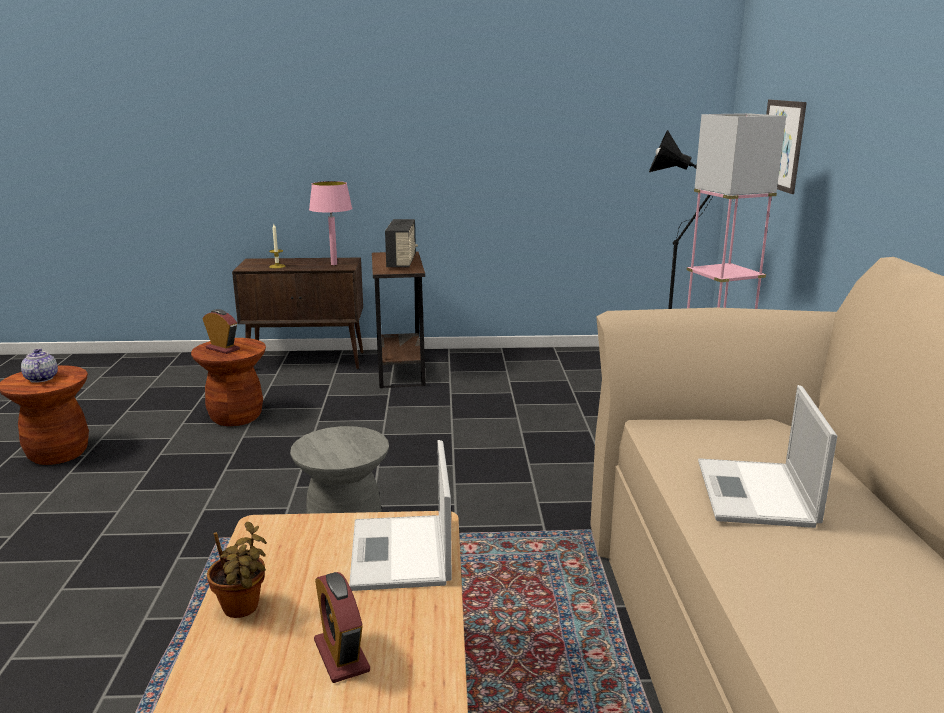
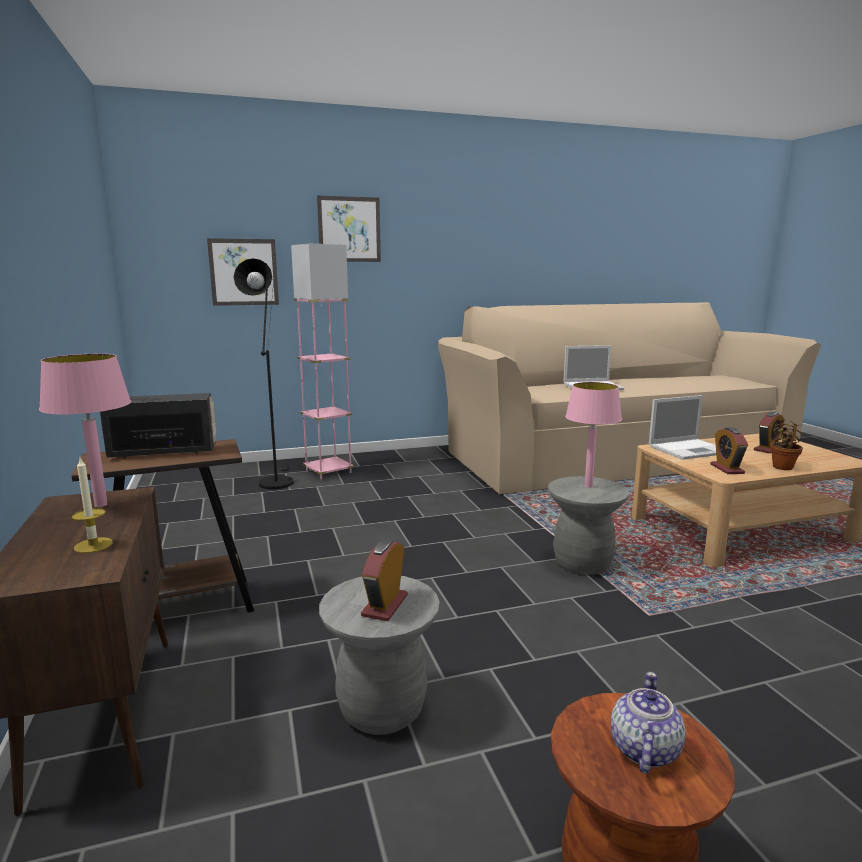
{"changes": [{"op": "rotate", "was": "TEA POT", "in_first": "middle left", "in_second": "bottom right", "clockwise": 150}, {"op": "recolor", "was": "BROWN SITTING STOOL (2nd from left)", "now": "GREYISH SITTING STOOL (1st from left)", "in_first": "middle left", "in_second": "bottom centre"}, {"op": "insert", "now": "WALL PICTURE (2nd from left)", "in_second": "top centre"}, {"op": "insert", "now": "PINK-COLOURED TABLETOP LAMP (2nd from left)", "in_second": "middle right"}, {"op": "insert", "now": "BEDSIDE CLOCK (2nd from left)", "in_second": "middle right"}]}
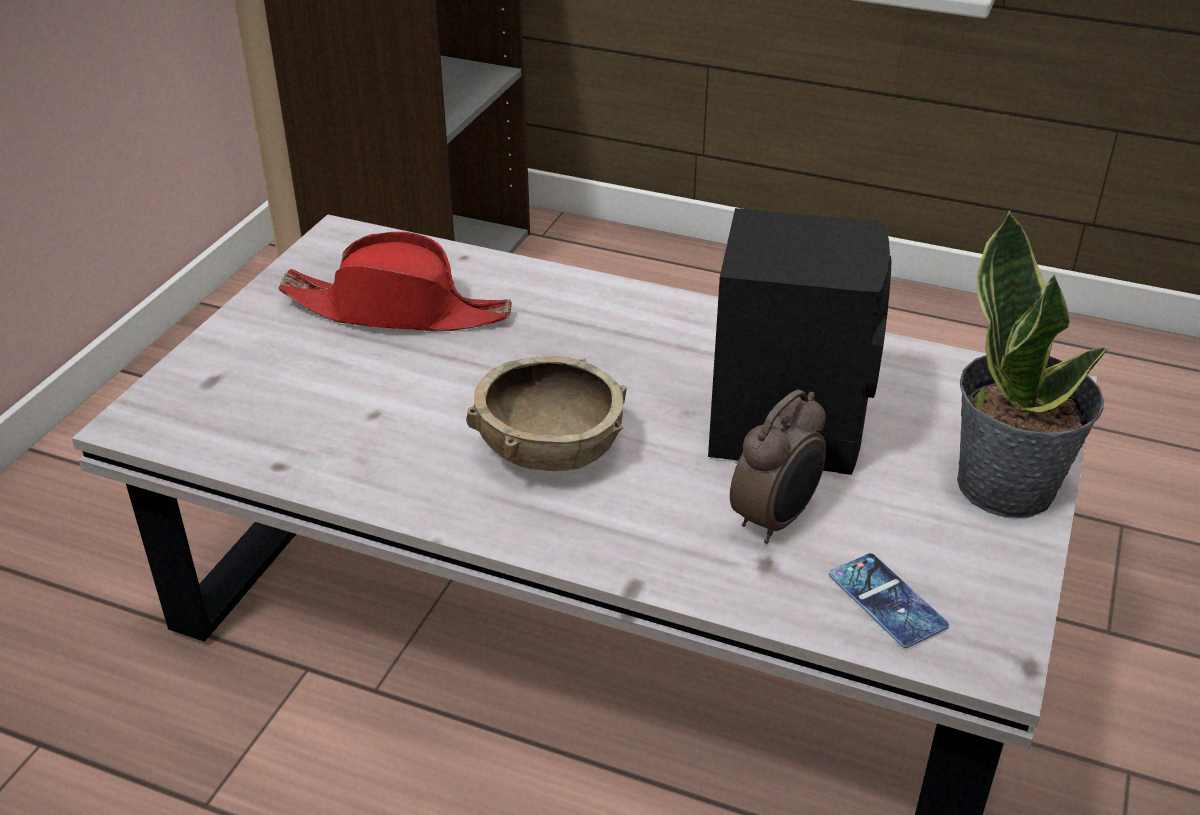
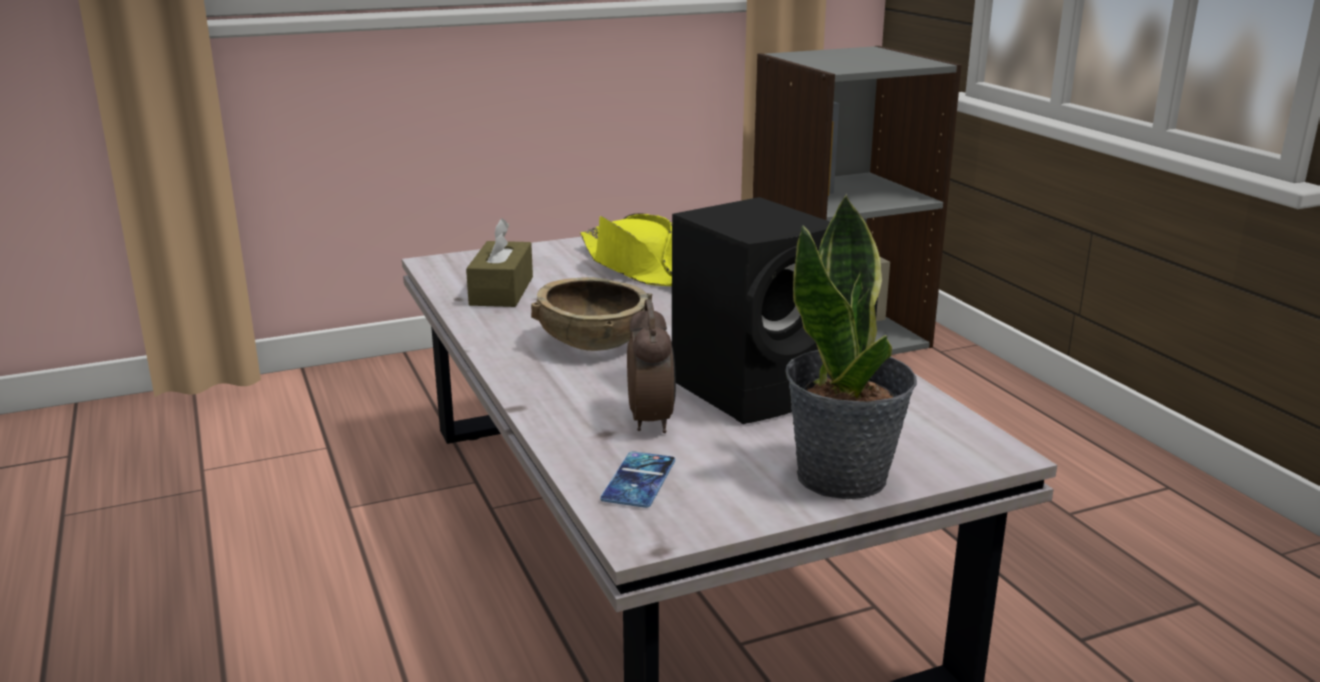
{"changes": [{"op": "recolor", "was": "RED HAT", "now": "YELLOWISH HAT", "in_first": "middle left", "in_second": "centre"}, {"op": "rotate", "was": "BEDSIDE CLOCK", "in_first": "centre", "in_second": "centre", "clockwise": -90}, {"op": "insert", "now": "BROWN TISSUE BOX", "in_second": "centre"}]}
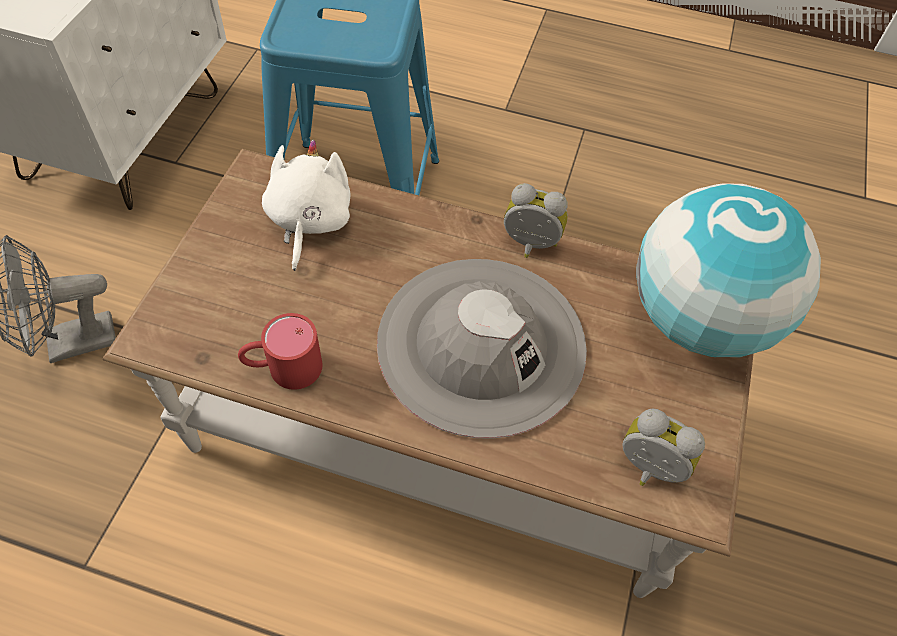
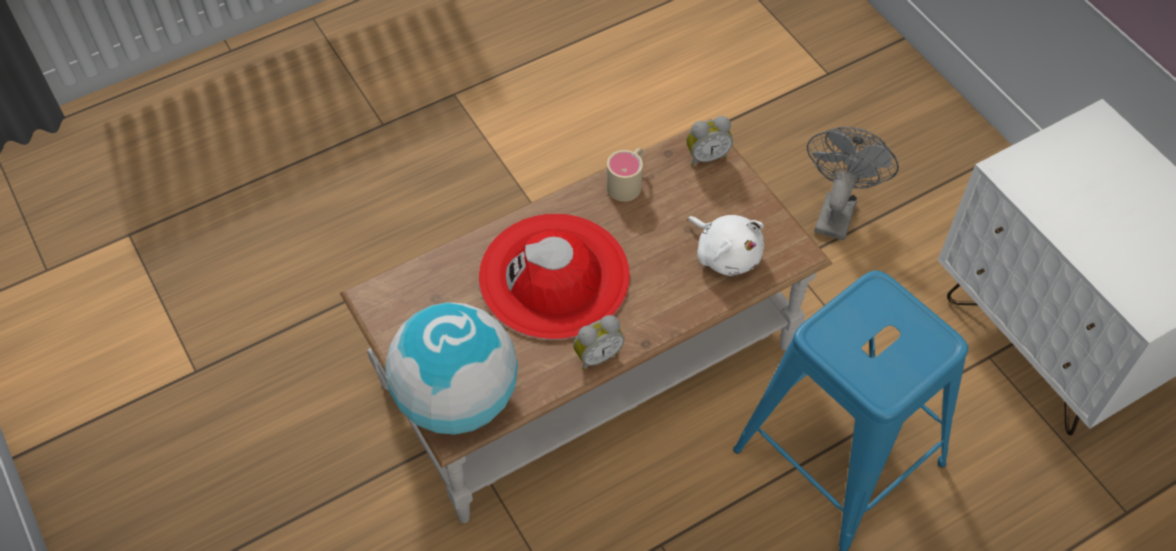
{"changes": [{"op": "recolor", "was": "RED COFFEE MUG", "now": "BEIGE COFFEE MUG", "in_first": "middle left", "in_second": "top centre"}, {"op": "recolor", "was": "GREYISH HAT", "now": "RED HAT", "in_first": "centre", "in_second": "centre"}, {"op": "move", "was": "BEDSIDE CLOCK (2nd from left)", "in_first": "bottom right", "in_second": "top centre"}]}
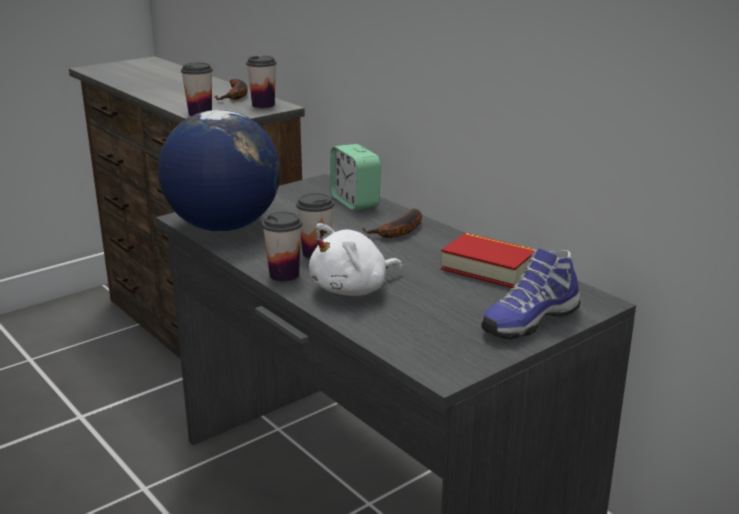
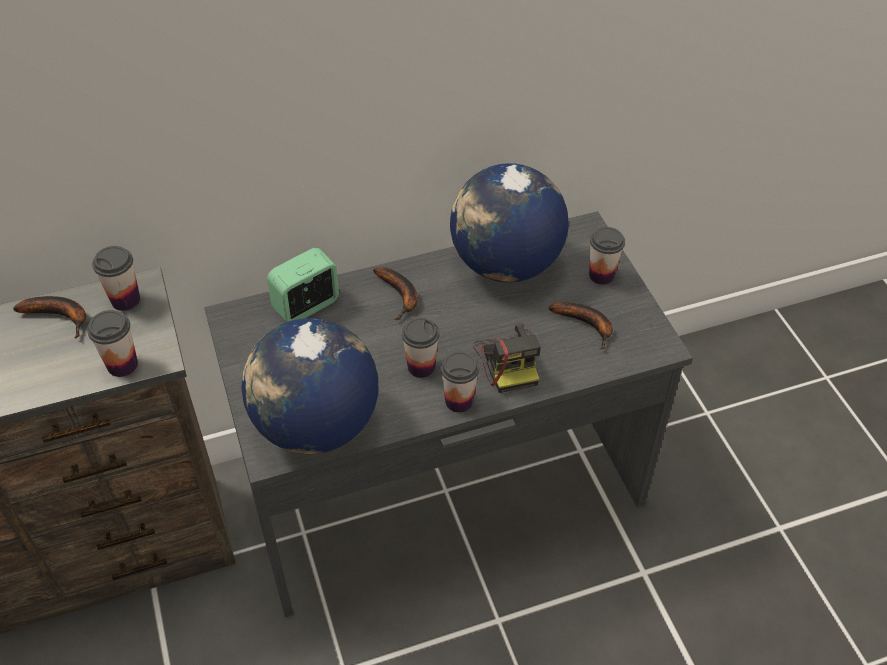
{"changes": [{"op": "replace", "was": "WHITE CUDDLY TOY", "now": "STILL CAMERA", "in_first": "centre", "in_second": "centre"}, {"op": "rotate", "was": "BEDSIDE CLOCK", "in_first": "centre", "in_second": "centre", "clockwise": 150}, {"op": "replace", "was": "BOUND BOOK", "now": "GLOBE (2nd from left)", "in_first": "centre", "in_second": "centre"}, {"op": "replace", "was": "SHOE", "now": "SMALL CUP (5th from left)", "in_first": "middle right", "in_second": "middle right"}, {"op": "insert", "now": "BANANA FRUIT (3rd from left)", "in_second": "centre"}]}
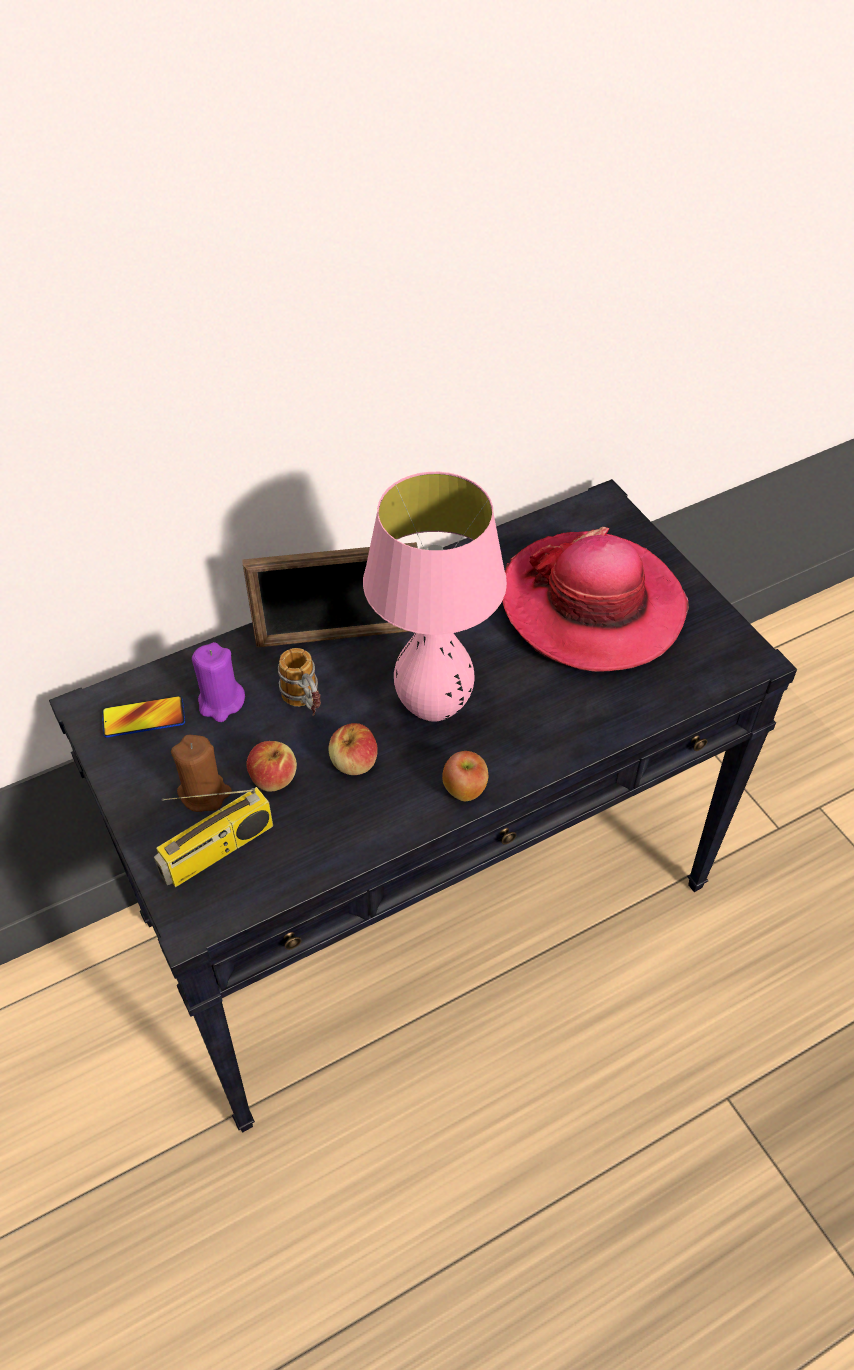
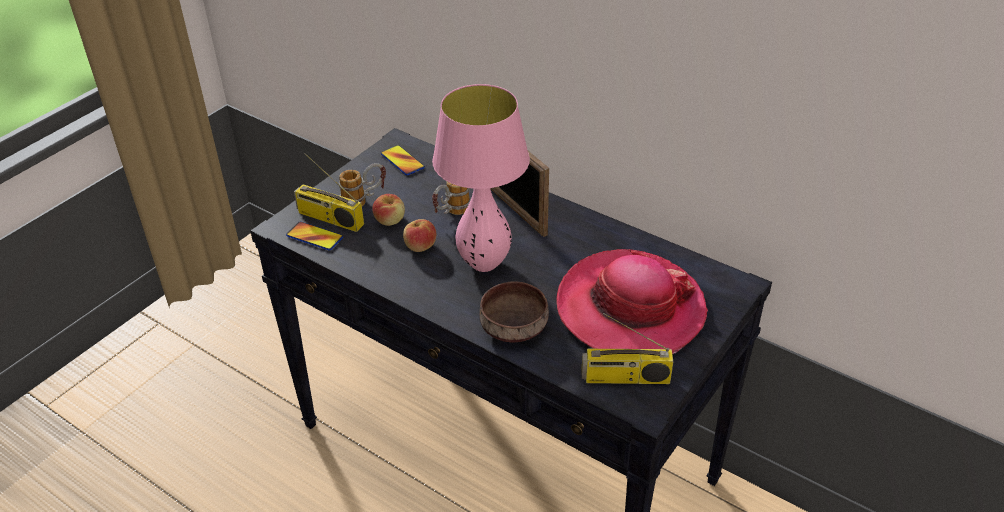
{"changes": [{"op": "replace", "was": "BROWN WAX CANDLE", "now": "COFFEE MUG (1st from left)", "in_first": "middle left", "in_second": "centre"}, {"op": "delete", "was": "PURPLE WAX CANDLE", "in_first": "middle left"}, {"op": "delete", "was": "APPLE (3rd from left)", "in_first": "centre"}, {"op": "insert", "now": "PHONE (1st from left)", "in_second": "middle left"}, {"op": "insert", "now": "BROWN BOWL", "in_second": "centre"}, {"op": "insert", "now": "RADIO RECEIVER (2nd from left)", "in_second": "bottom centre"}]}
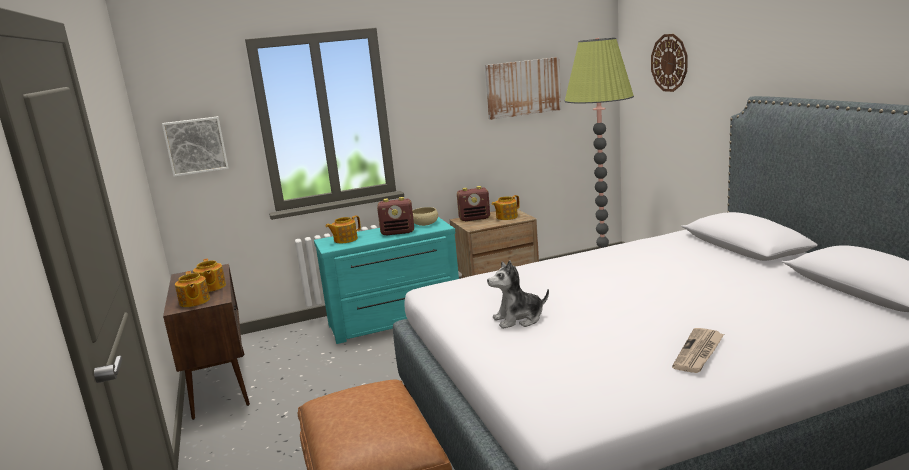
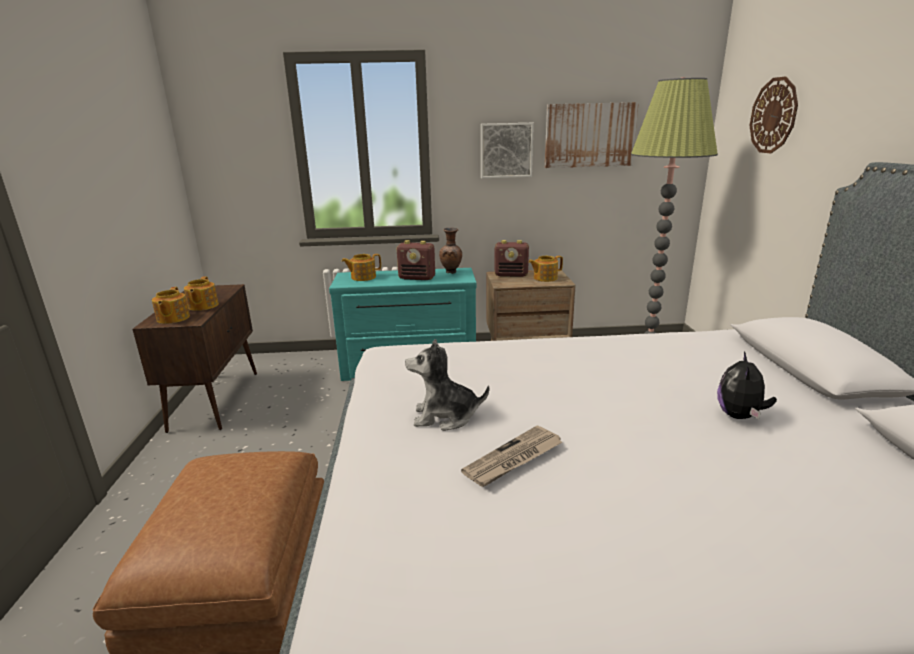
{"changes": [{"op": "move", "was": "WALL PICTURE (1st from left)", "in_first": "top left", "in_second": "top centre"}, {"op": "replace", "was": "BEIGE BOWL", "now": "BROWN FLOWER VASE", "in_first": "centre", "in_second": "centre"}, {"op": "move", "was": "NEWSPAPER", "in_first": "bottom right", "in_second": "bottom centre"}, {"op": "insert", "now": "CUDDLY TOY (2nd from left)", "in_second": "middle right"}]}
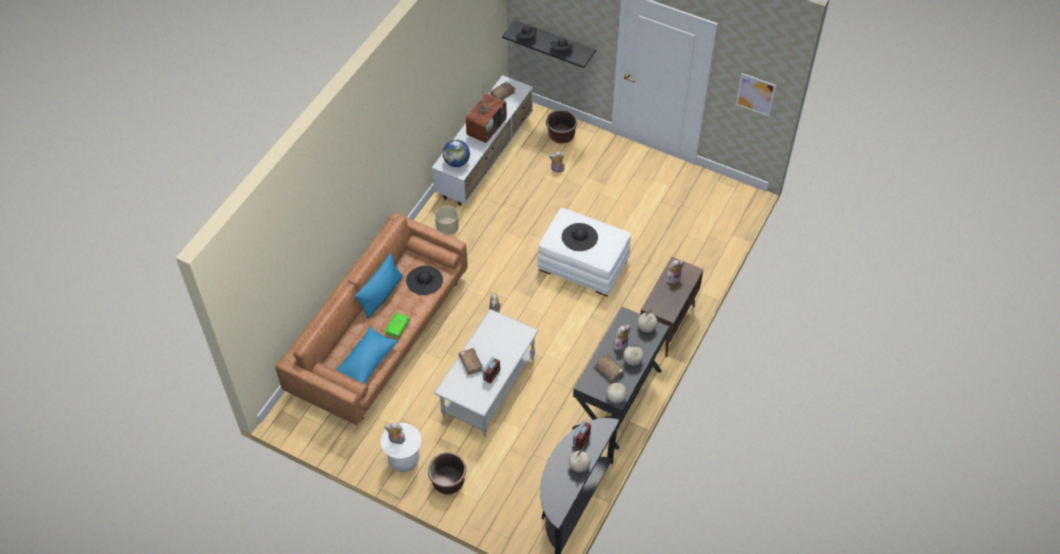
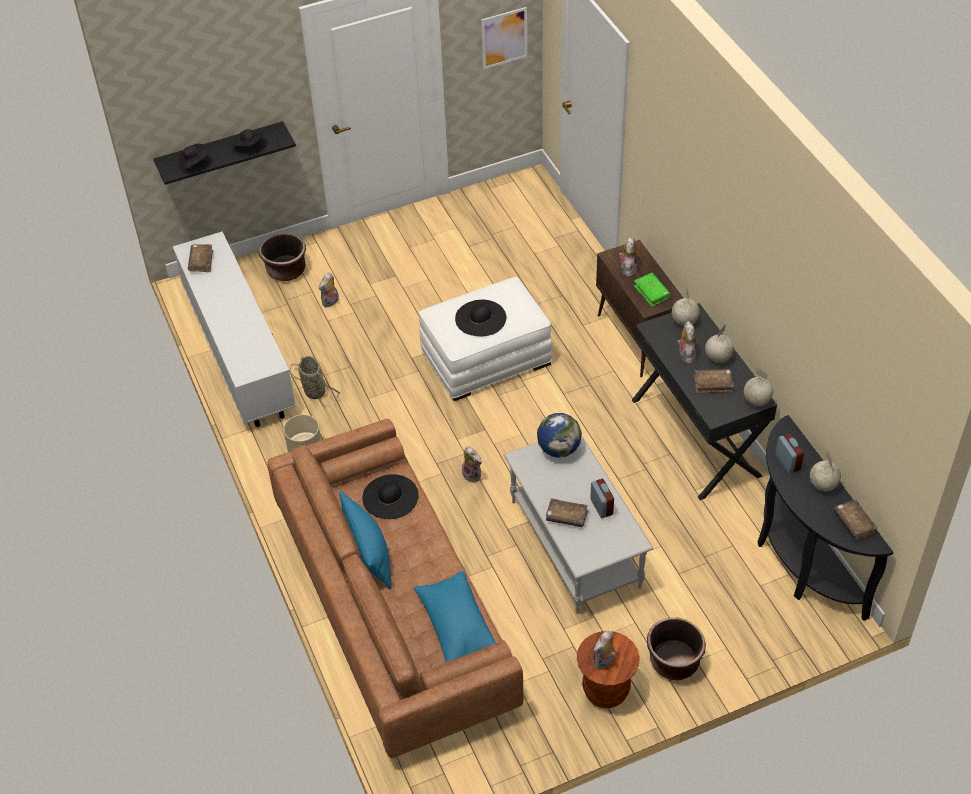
{"changes": [{"op": "recolor", "was": "WHITE SITTING STOOL", "now": "BROWN SITTING STOOL", "in_first": "bottom centre", "in_second": "bottom centre"}, {"op": "move", "was": "GREENISH BOUND BOOK", "in_first": "centre", "in_second": "middle right"}, {"op": "move", "was": "GLOBE (1st from left)", "in_first": "top centre", "in_second": "centre"}, {"op": "delete", "was": "TV", "in_first": "top centre"}, {"op": "insert", "now": "BASKET", "in_second": "middle left"}, {"op": "insert", "now": "BROWN BOUND BOOK (4th from left)", "in_second": "middle right"}]}
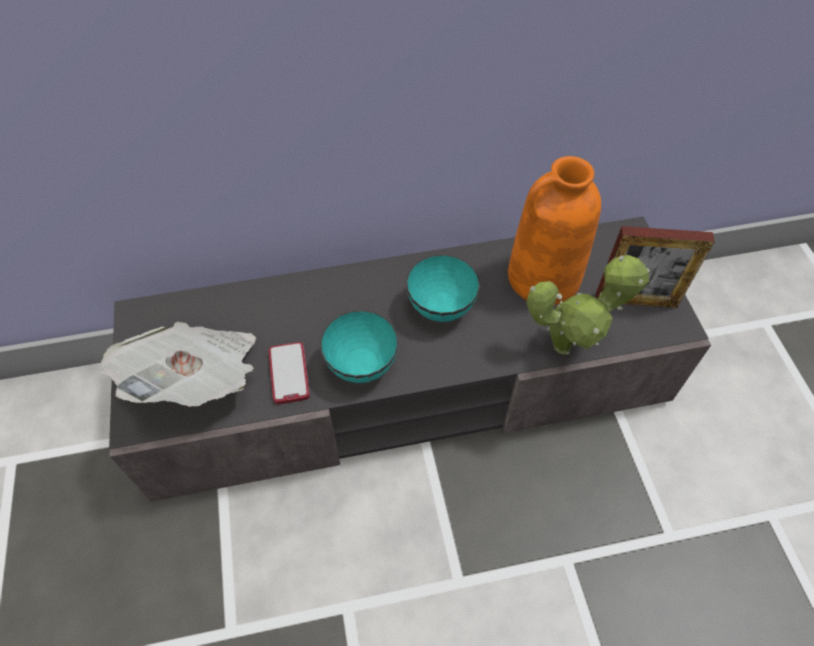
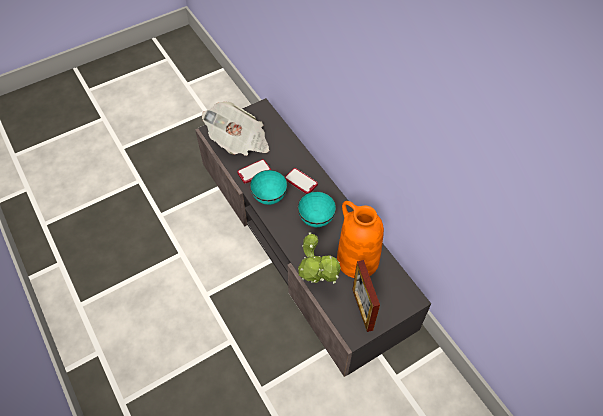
{"changes": [{"op": "insert", "now": "PHONE (2nd from left)", "in_second": "centre"}]}
